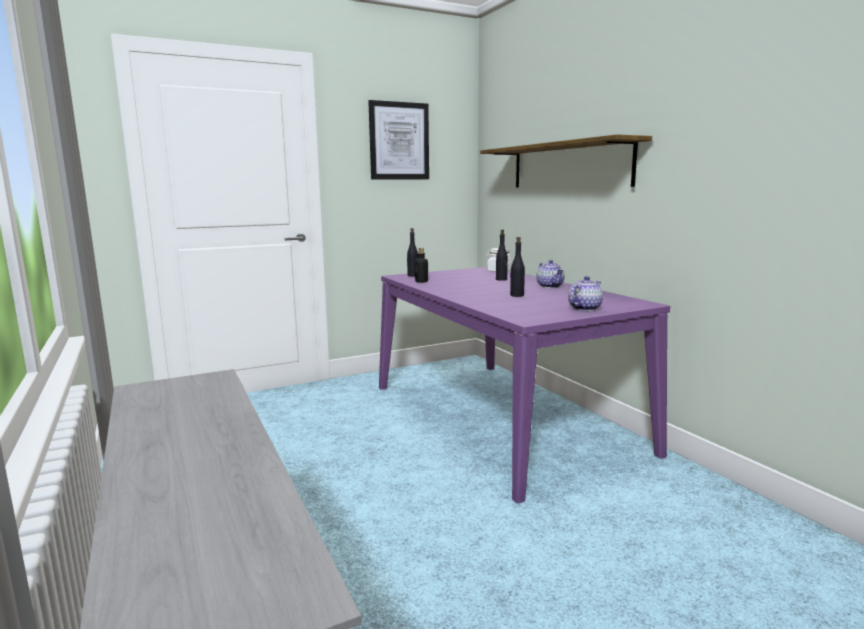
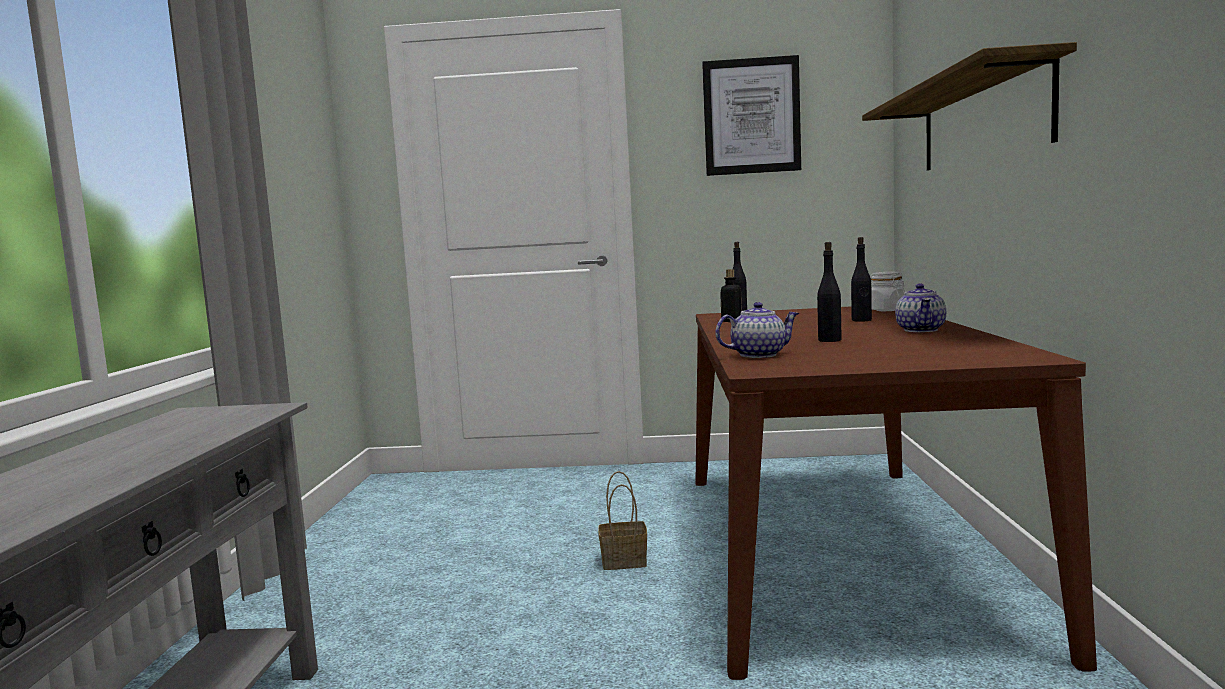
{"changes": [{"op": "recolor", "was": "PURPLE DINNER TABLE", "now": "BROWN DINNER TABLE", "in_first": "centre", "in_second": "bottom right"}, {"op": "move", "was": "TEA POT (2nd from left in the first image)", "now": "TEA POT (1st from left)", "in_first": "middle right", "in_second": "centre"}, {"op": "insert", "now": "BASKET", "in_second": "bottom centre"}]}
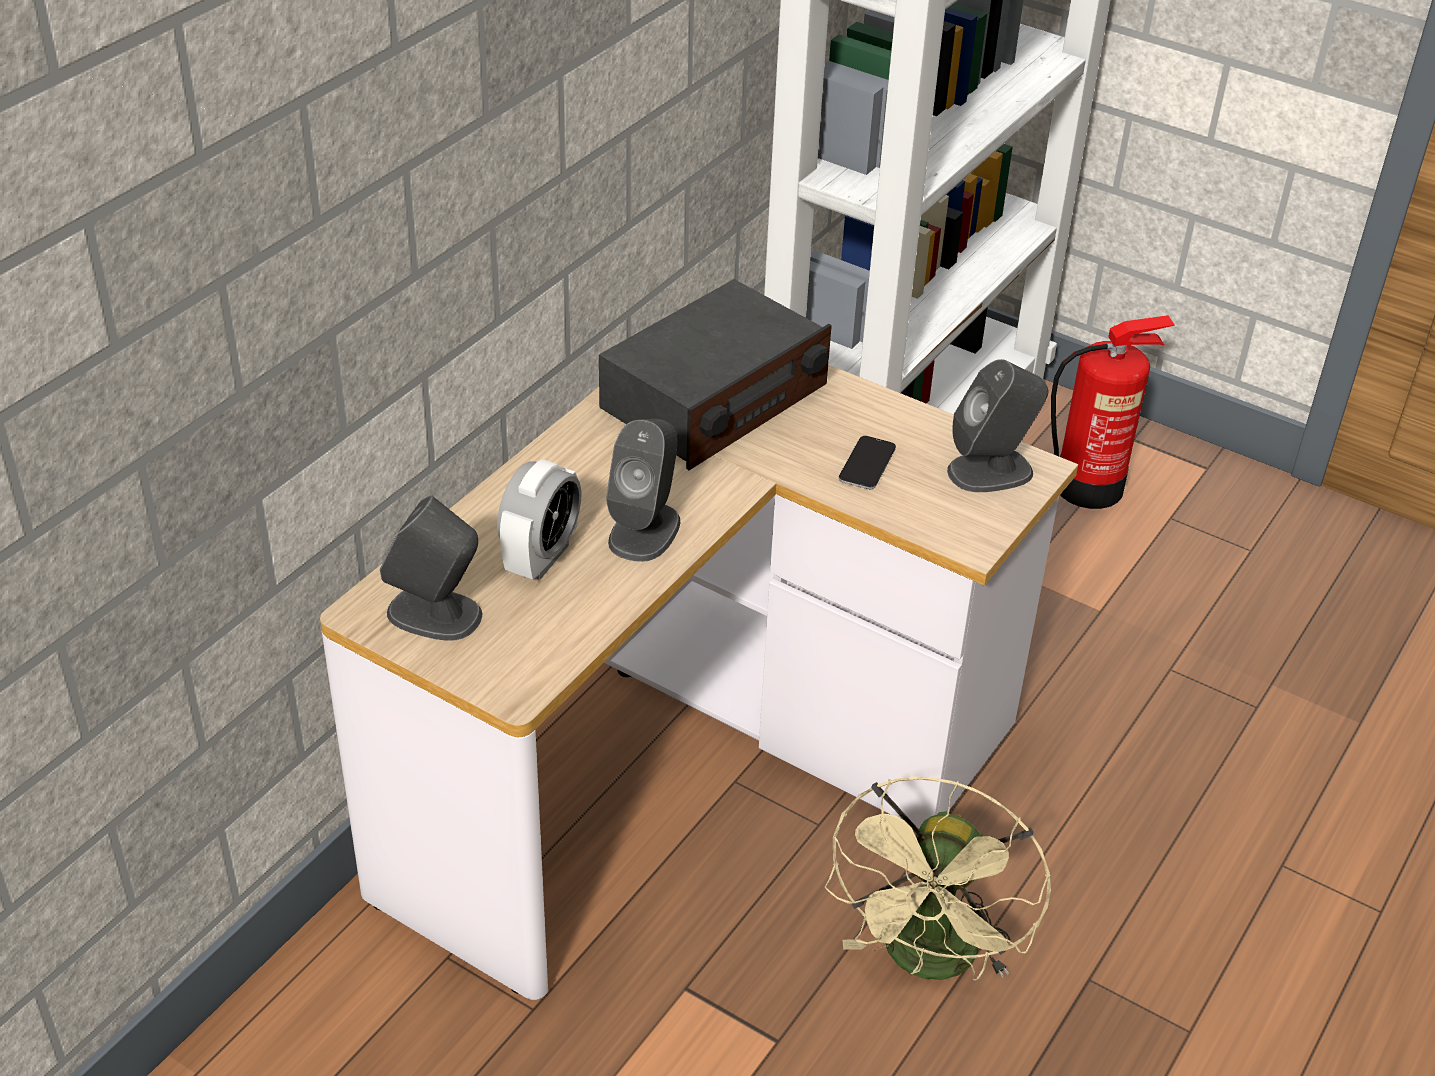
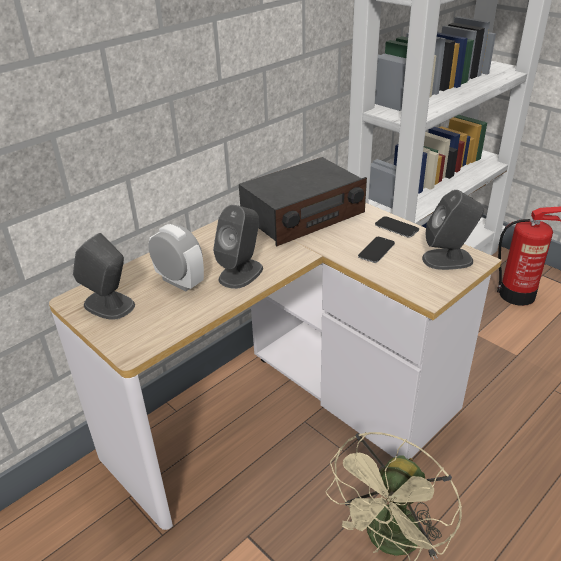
{"changes": [{"op": "rotate", "was": "BEDSIDE CLOCK", "in_first": "centre", "in_second": "middle left", "clockwise": -90}, {"op": "insert", "now": "PHONE (2nd from left)", "in_second": "middle right"}]}
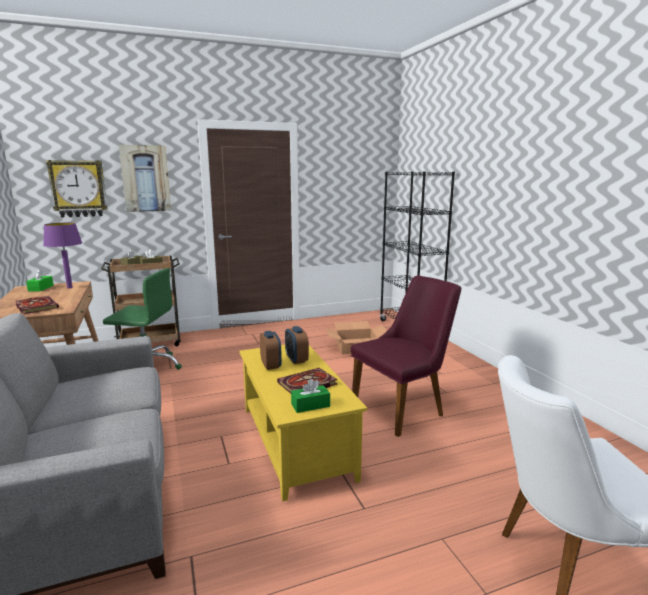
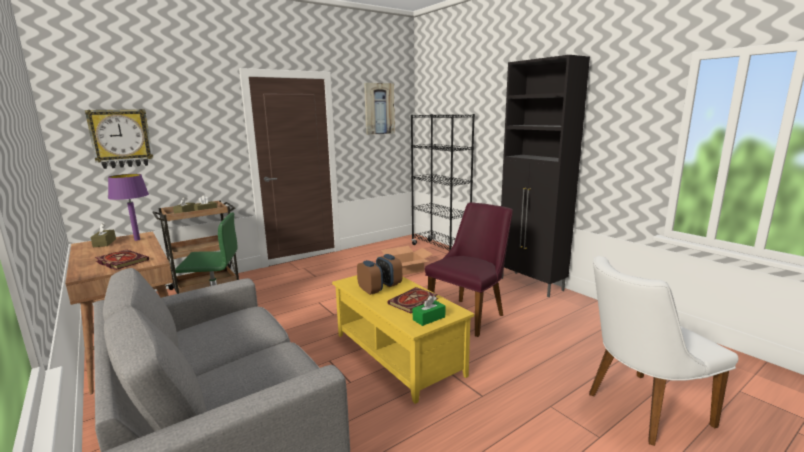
{"changes": [{"op": "recolor", "was": "GREENISH TISSUE BOX (1st from left)", "now": "BROWN TISSUE BOX (1st from left)", "in_first": "middle left", "in_second": "middle left"}, {"op": "move", "was": "WALL PICTURE", "in_first": "top left", "in_second": "top centre"}, {"op": "insert", "now": "BLACK-COLOURED CUPBOARD", "in_second": "middle right"}]}
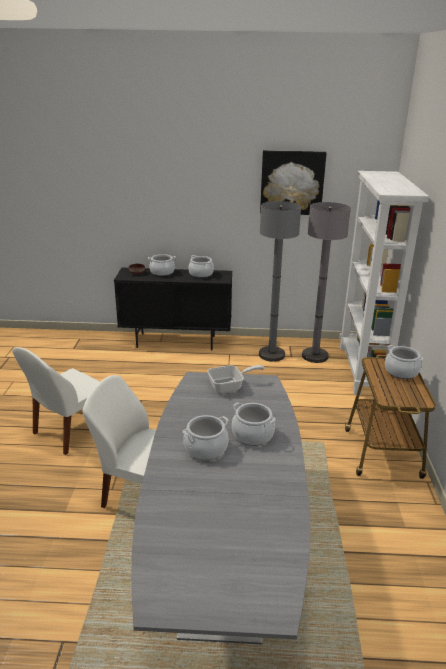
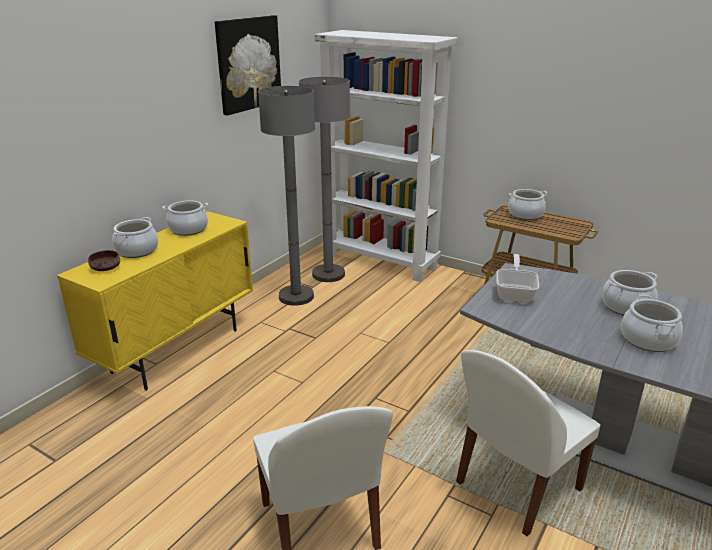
{"changes": [{"op": "recolor", "was": "BLACK-COLOURED CUPBOARD", "now": "YELLOWISH CUPBOARD", "in_first": "centre", "in_second": "middle left"}]}
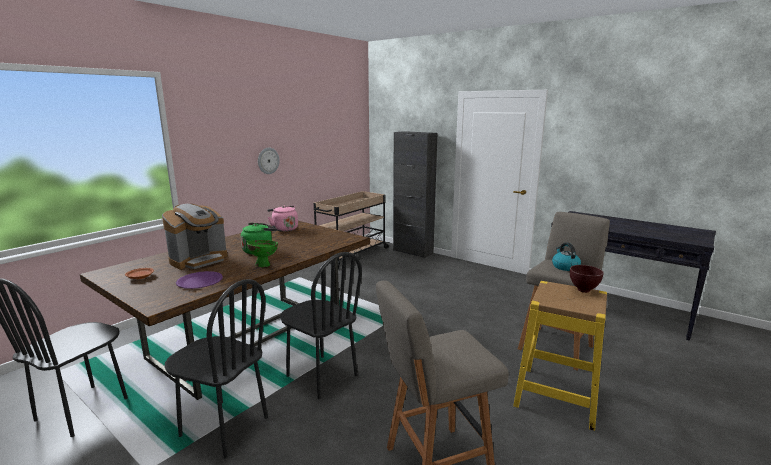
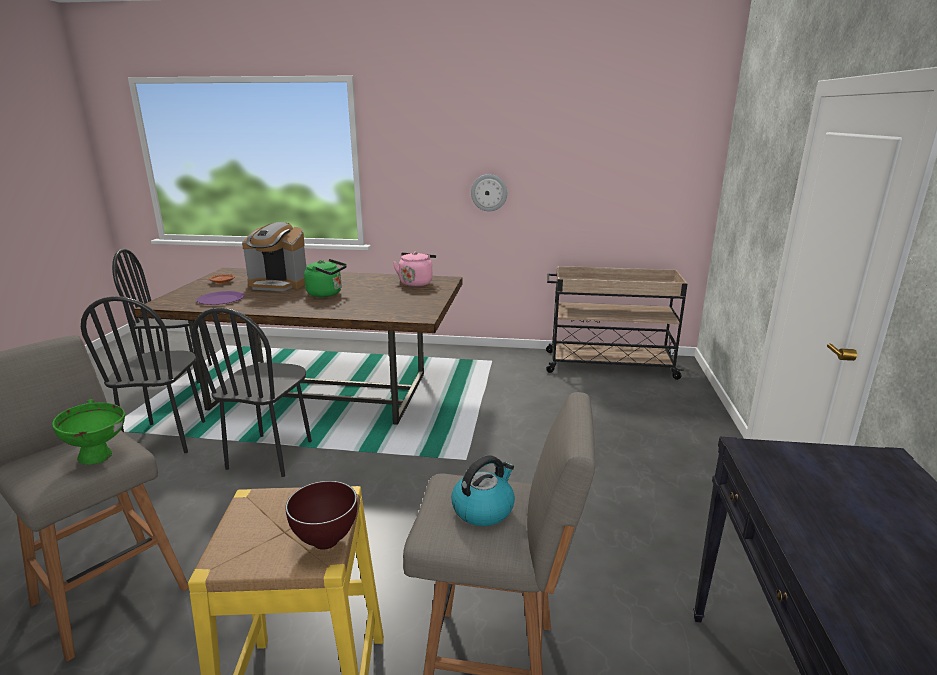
{"changes": [{"op": "move", "was": "GREENISH BOWL", "in_first": "centre", "in_second": "middle left"}, {"op": "delete", "was": "BLACK-COLOURED CUPBOARD", "in_first": "centre"}]}
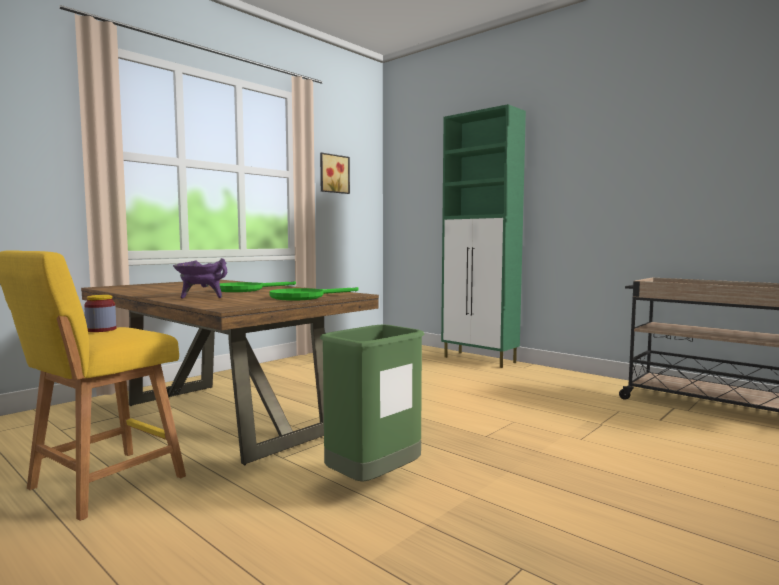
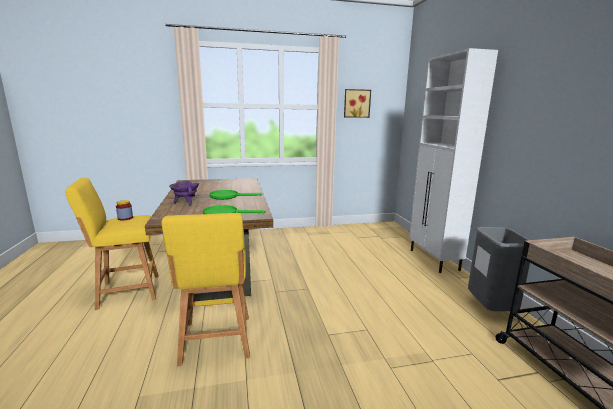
{"changes": [{"op": "replace", "was": "GREENISH RUBBISH BIN", "now": "YELLOWISH SITTING STOOL (2nd from left)", "in_first": "bottom centre", "in_second": "bottom centre"}, {"op": "recolor", "was": "GREENISH CUPBOARD", "now": "WHITE CUPBOARD", "in_first": "centre", "in_second": "middle right"}, {"op": "insert", "now": "GREYISH RUBBISH BIN", "in_second": "middle right"}]}
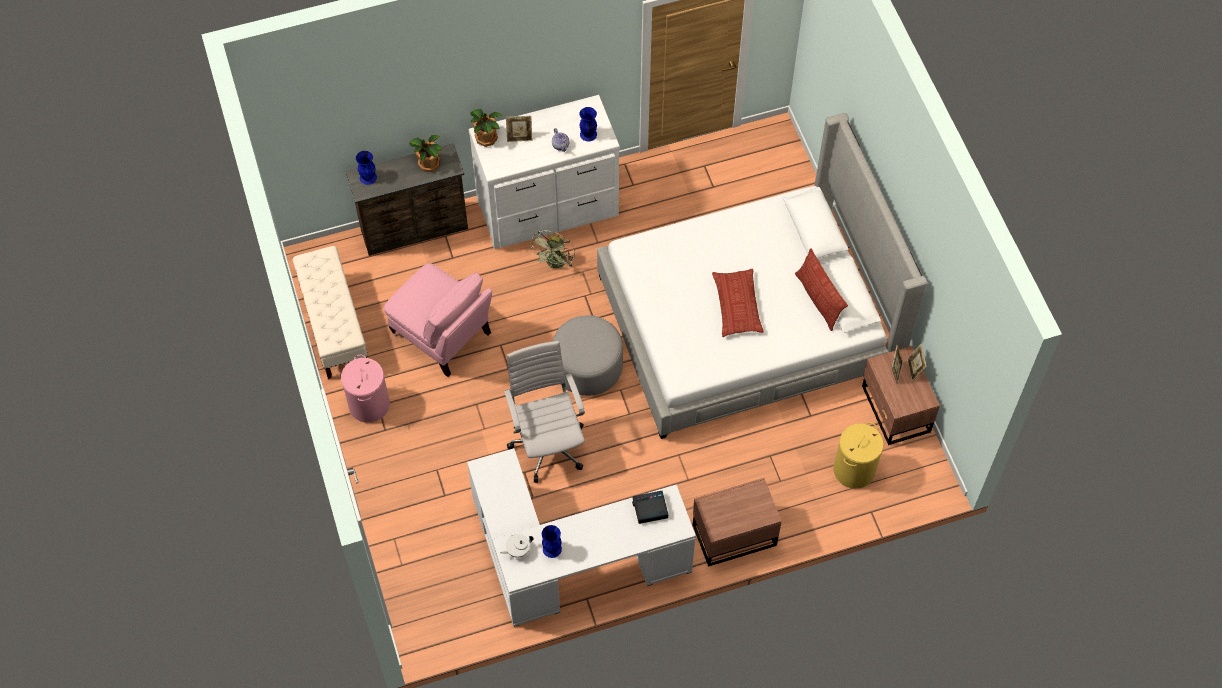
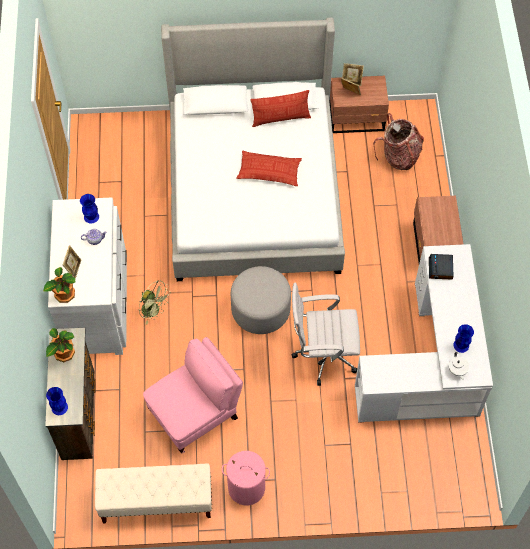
{"changes": [{"op": "replace", "was": "YELLOWISH HAMPER", "now": "BACKPACK", "in_first": "middle right", "in_second": "top right"}]}
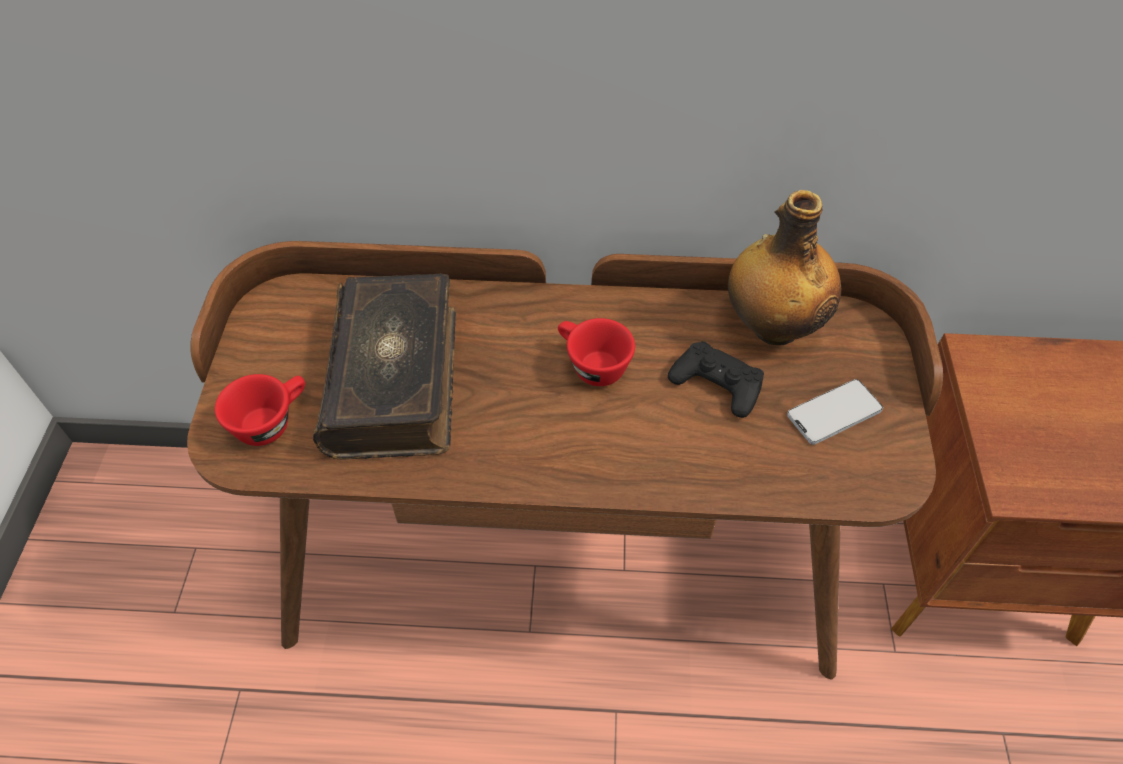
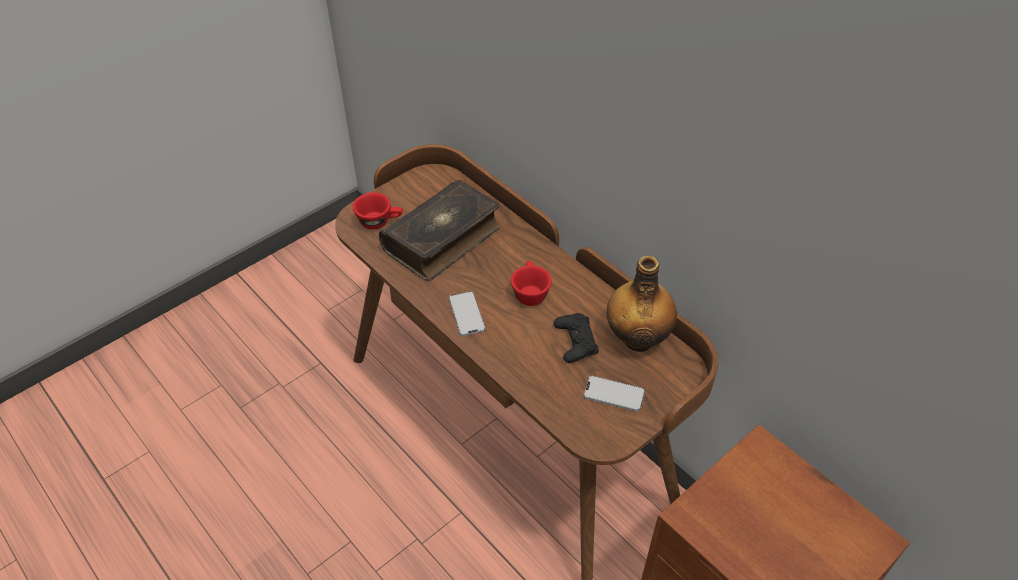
{"changes": [{"op": "insert", "now": "PHONE (1st from left)", "in_second": "centre"}]}
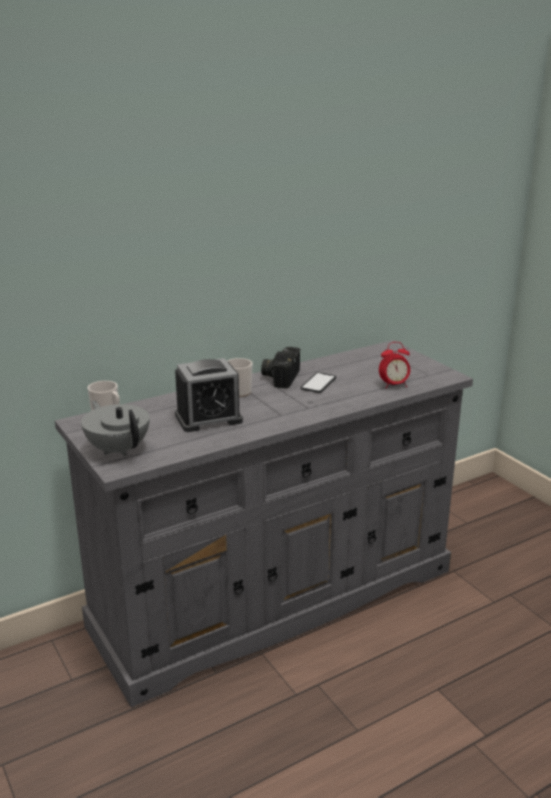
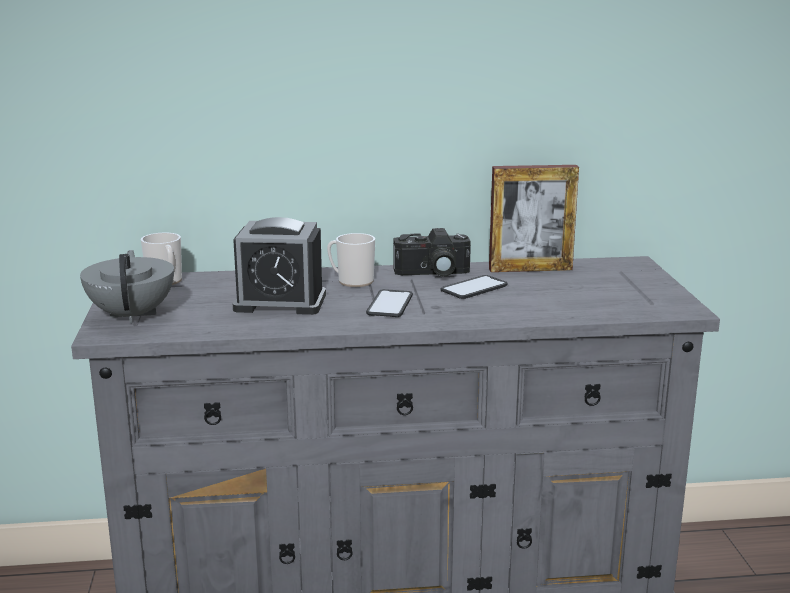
{"changes": [{"op": "rotate", "was": "STILL CAMERA", "in_first": "centre", "in_second": "centre", "clockwise": -135}, {"op": "delete", "was": "BEDSIDE CLOCK (2nd from left)", "in_first": "middle right"}, {"op": "insert", "now": "PHONE (1st from left)", "in_second": "centre"}, {"op": "insert", "now": "STANDING FRAME", "in_second": "middle right"}]}
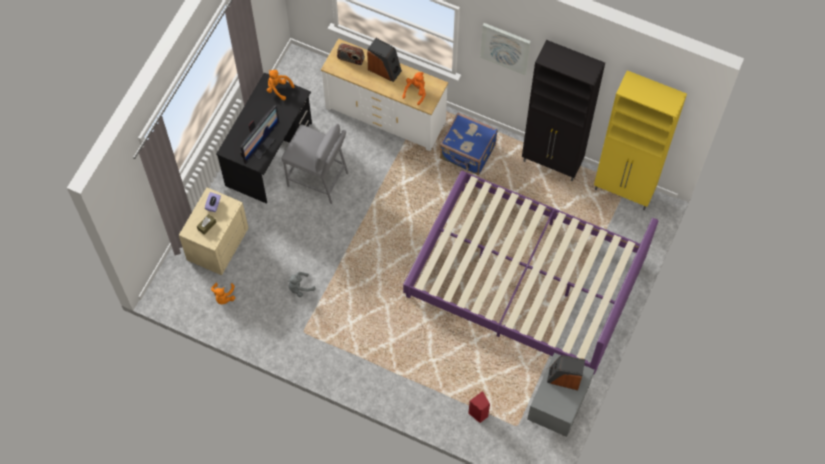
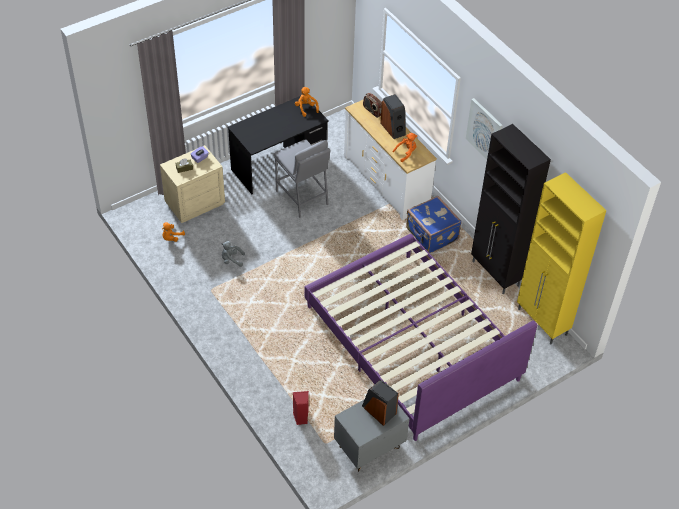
{"changes": [{"op": "delete", "was": "COMPUTER DISPLAY", "in_first": "top left"}]}
